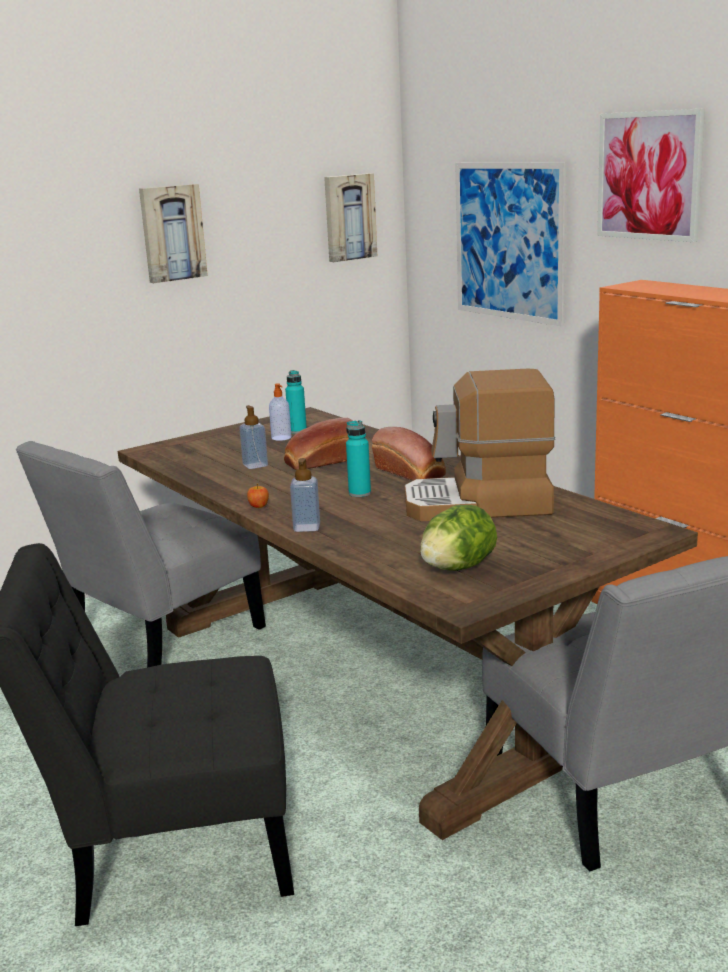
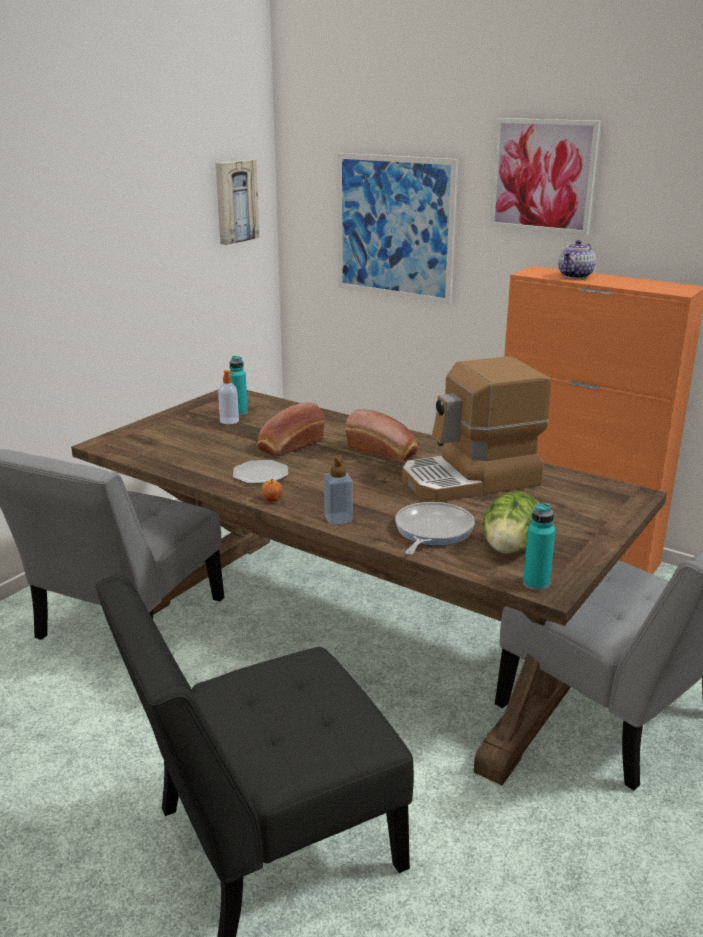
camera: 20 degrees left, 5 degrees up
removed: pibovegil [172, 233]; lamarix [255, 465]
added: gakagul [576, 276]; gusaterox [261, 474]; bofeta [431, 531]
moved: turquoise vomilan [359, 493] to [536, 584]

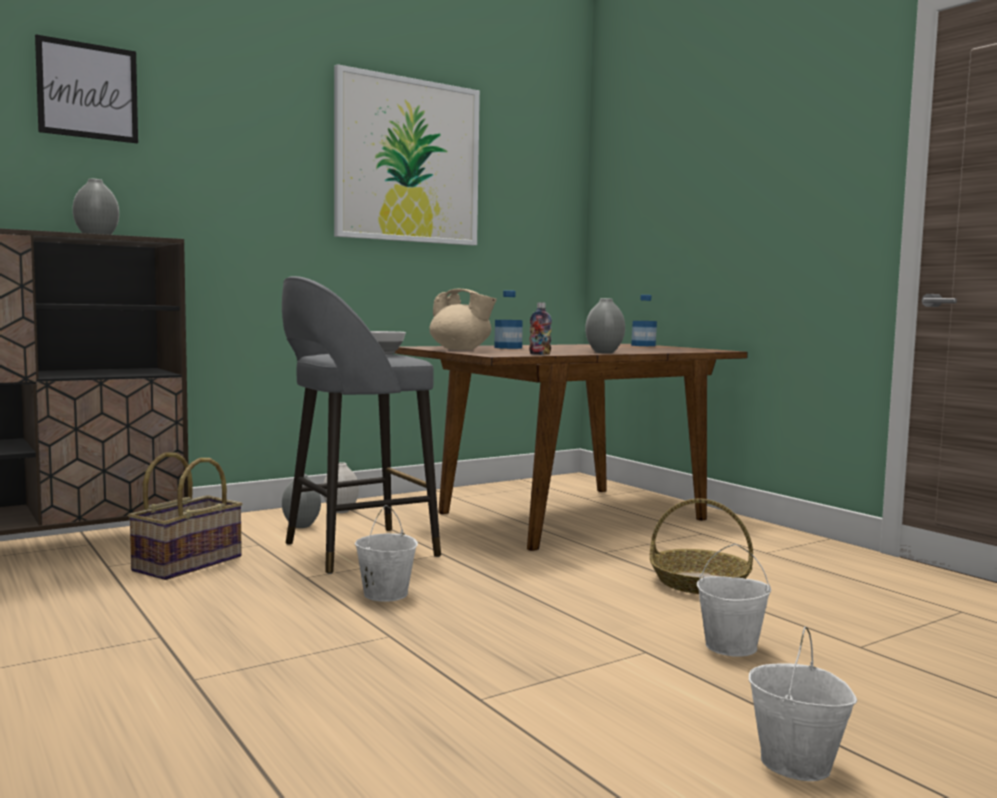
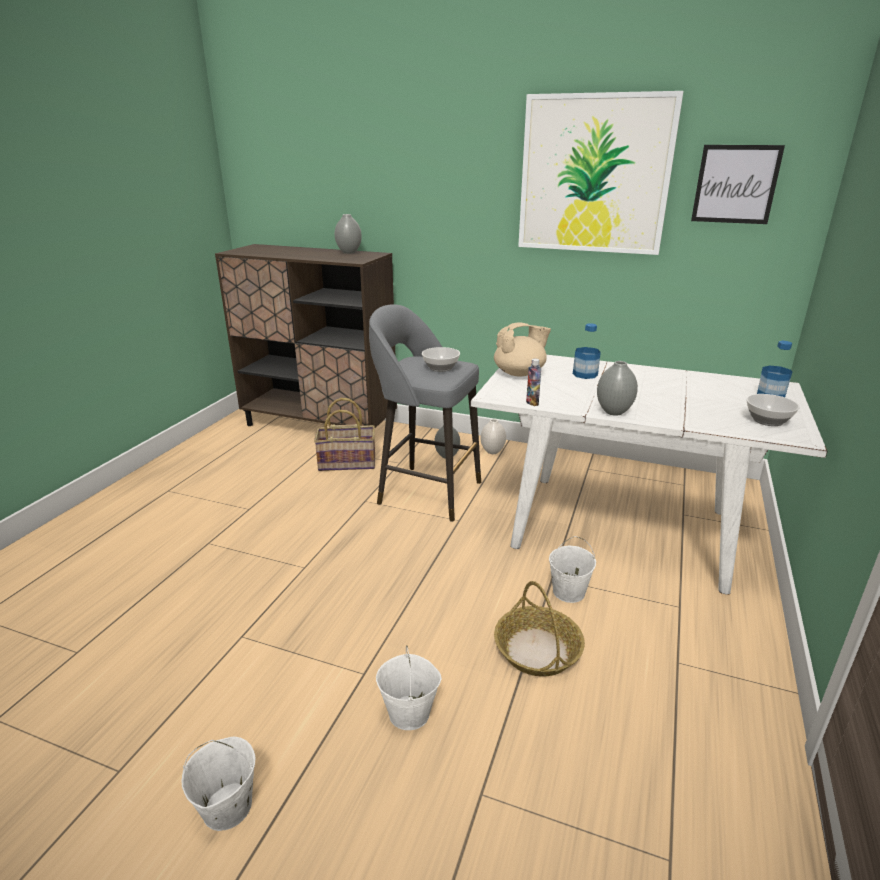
camera: 55 degrees right, 20 degrees up
added: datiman [767, 420]
moved: pibovegil [88, 91] to [735, 184]; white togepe [385, 594] to [568, 591]
recoloured: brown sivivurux [570, 516] to white sivivurux [619, 528]
turned: beige gakagul [461, 350] = [520, 373] 105 degrees counterclockwise

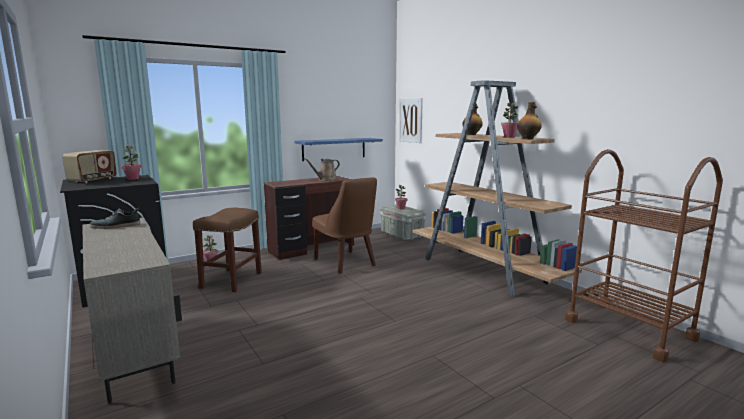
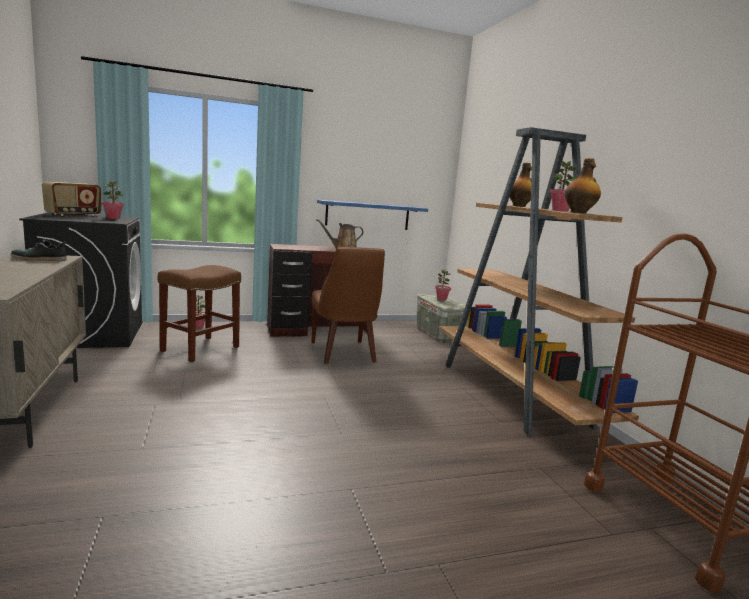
camera: 15 degrees right, 0 degrees up
removed: pibovegil [410, 120]

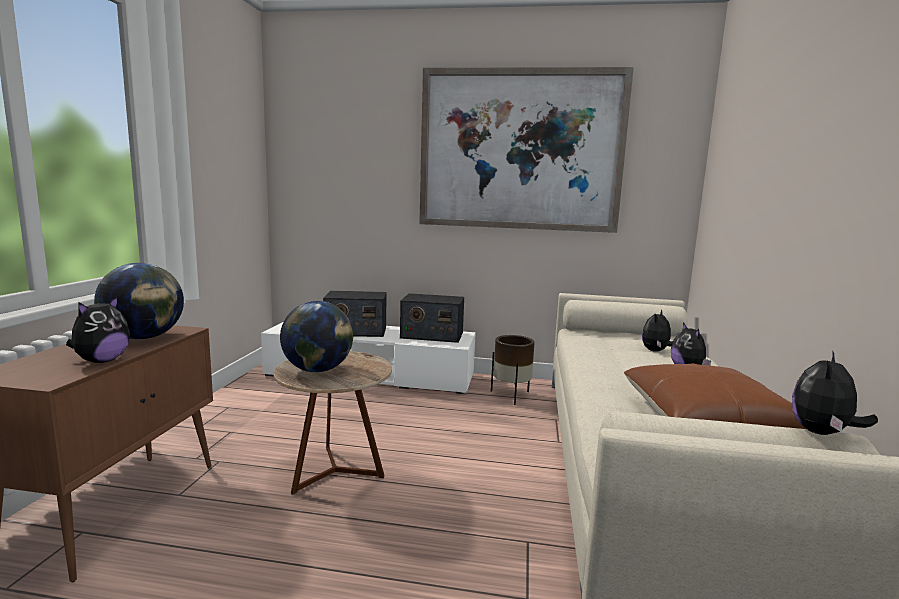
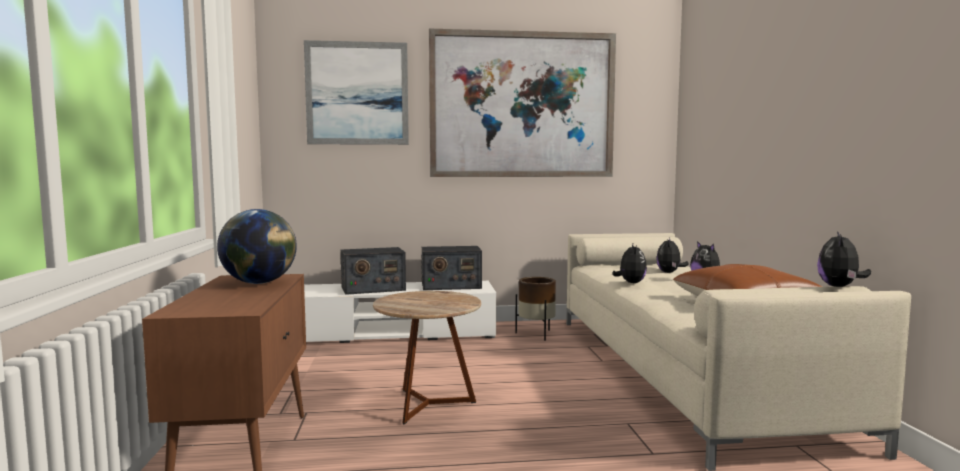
camera: 15 degrees left, 5 degrees down
removed: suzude [318, 370]
added: pibovegil [357, 93]
moved: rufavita [102, 361] to [630, 283]

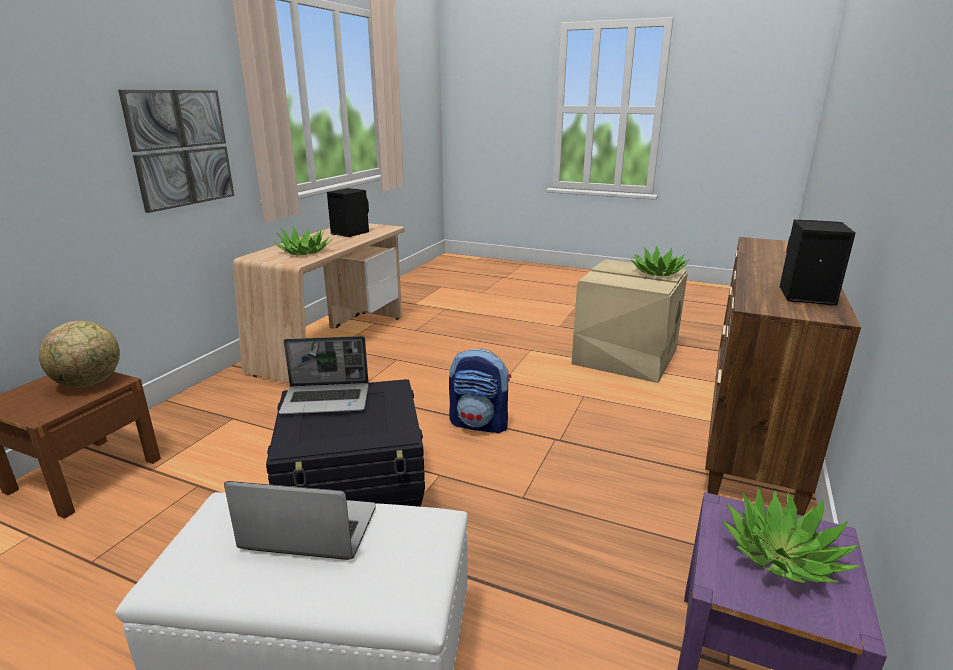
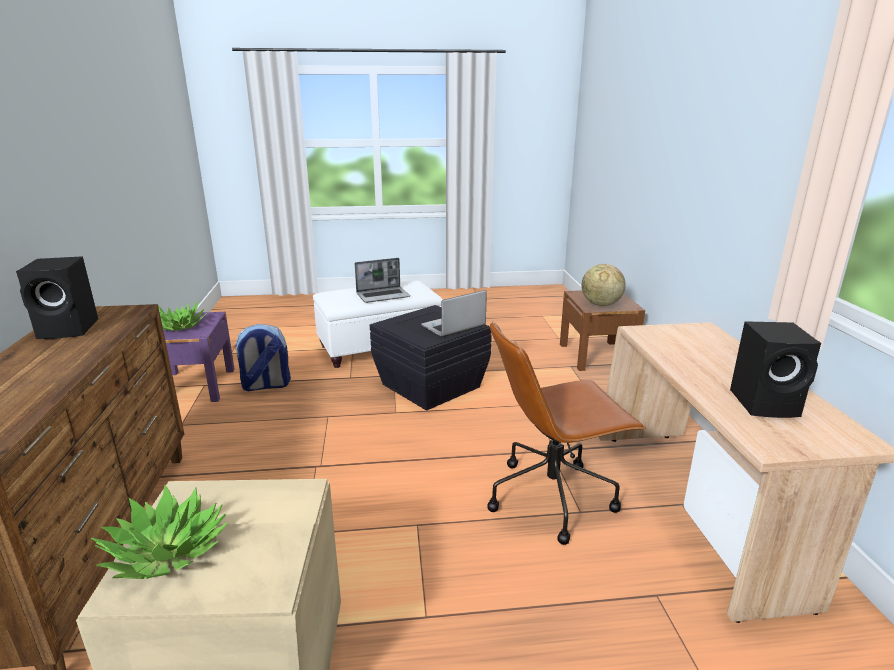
camera: 150 degrees right, 0 degrees up
removed: pibovegil [181, 148]; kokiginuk [304, 252]
added: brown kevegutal [553, 497]
moved: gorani [480, 424] to [265, 386]

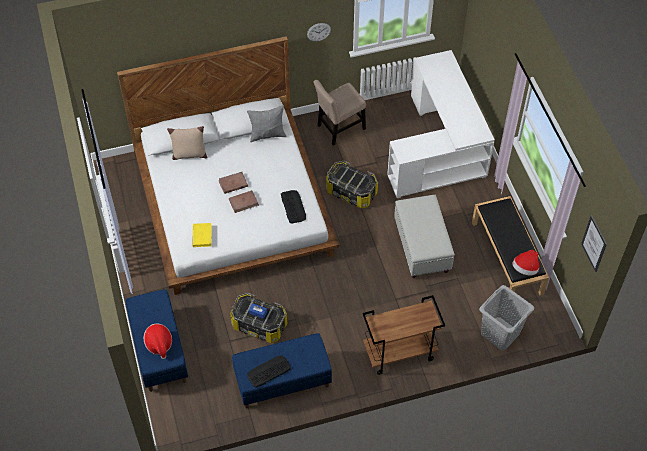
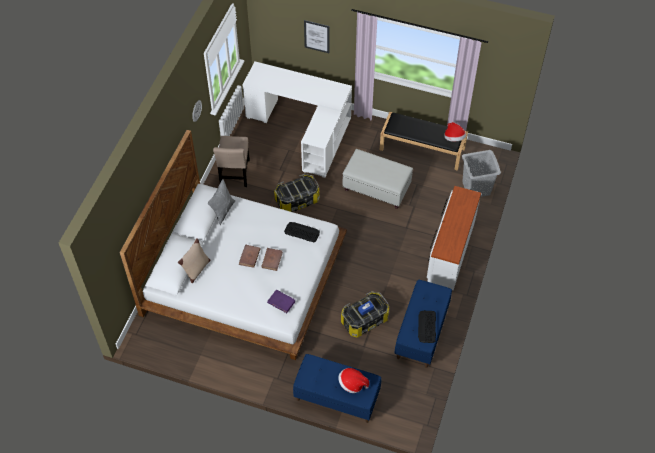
camera: 55 degrees left, 0 degrees up
moved: pibovegil [594, 243] to [316, 36]
replaced: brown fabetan [399, 353] to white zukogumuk [450, 251]
recoloured: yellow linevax [202, 236] to purple linevax [281, 302]

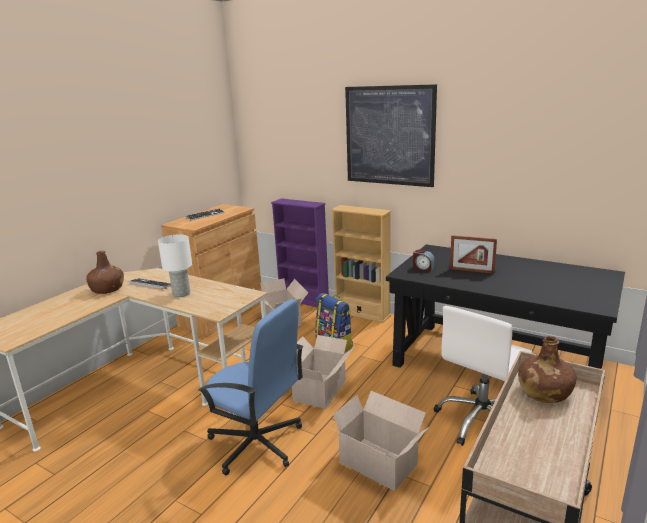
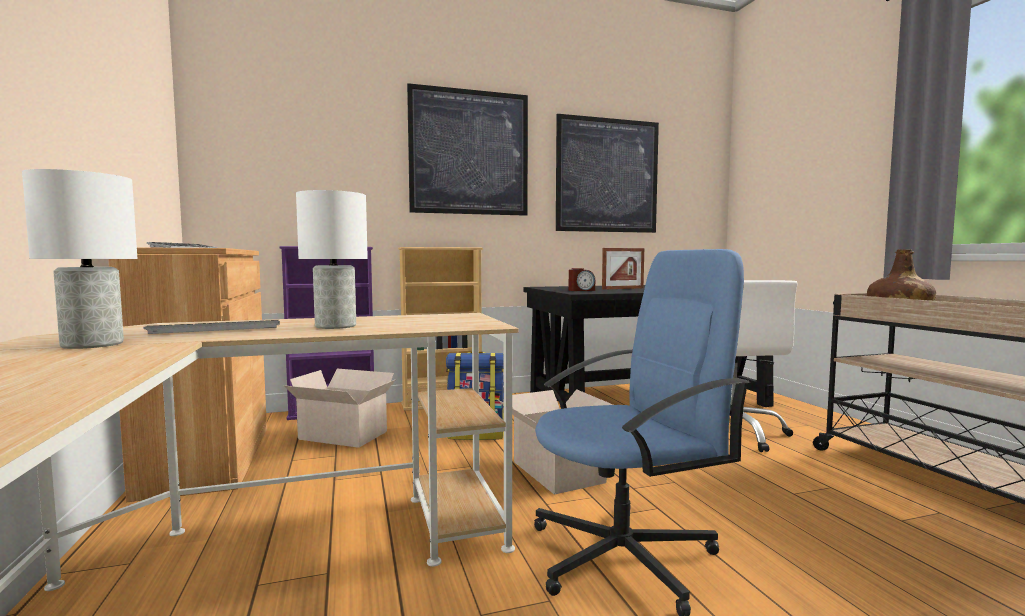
camera: 50 degrees left, 15 degrees down
removed: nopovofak [380, 464]
added: pibovegil [607, 176]
replaced: brown vomilan [107, 289] to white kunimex [94, 344]

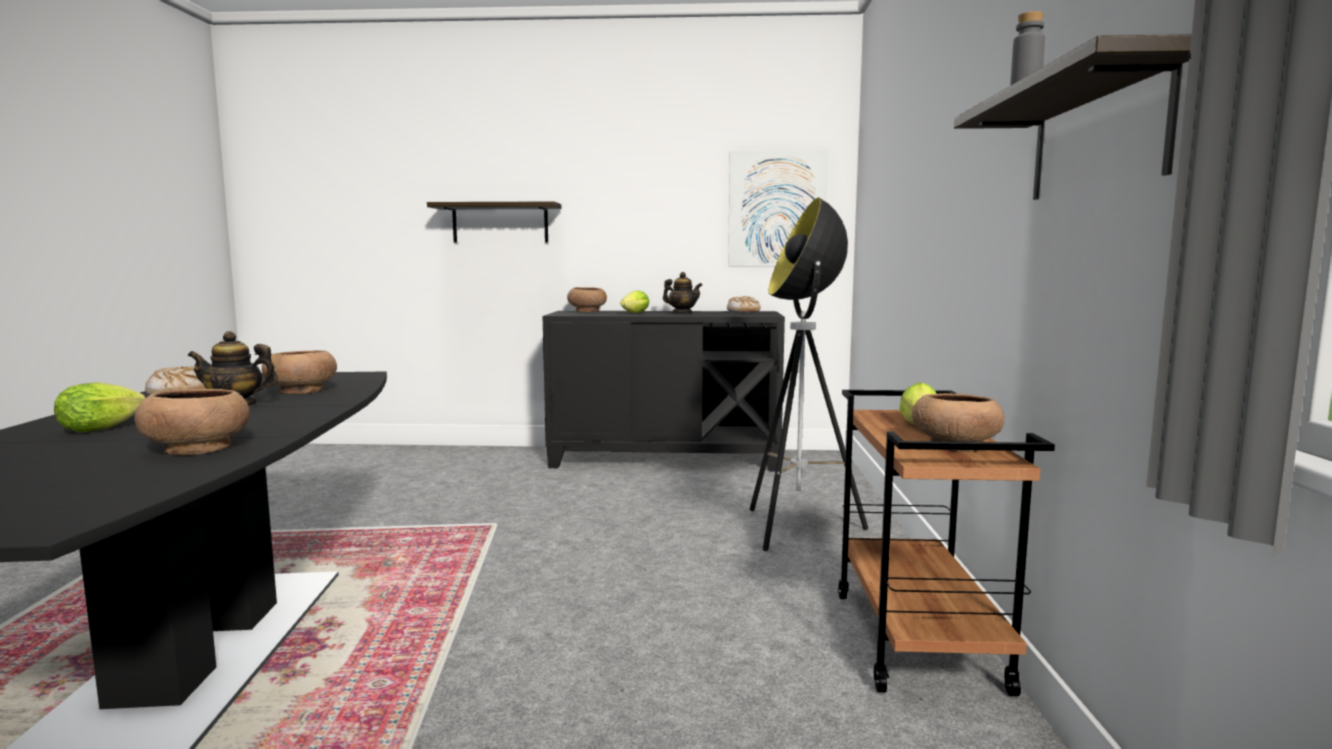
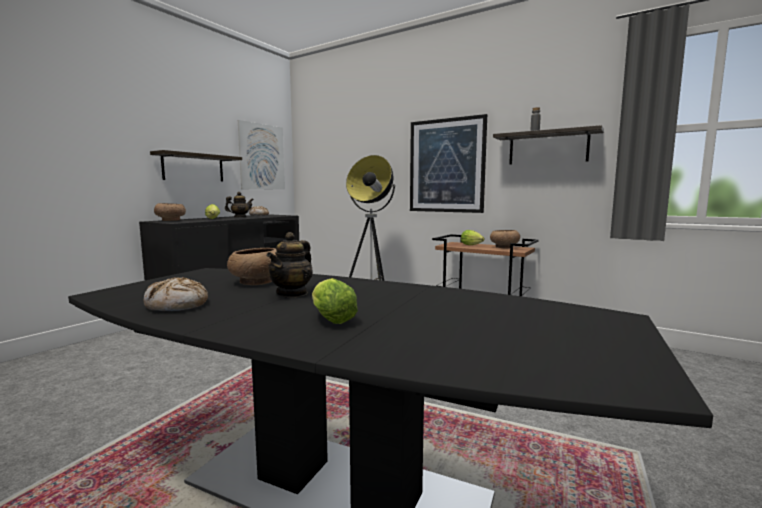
camera: 60 degrees left, 0 degrees up
removed: brown datiman [198, 448]
added: pibovegil [446, 166]
moved: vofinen [500, 223] to [193, 167]

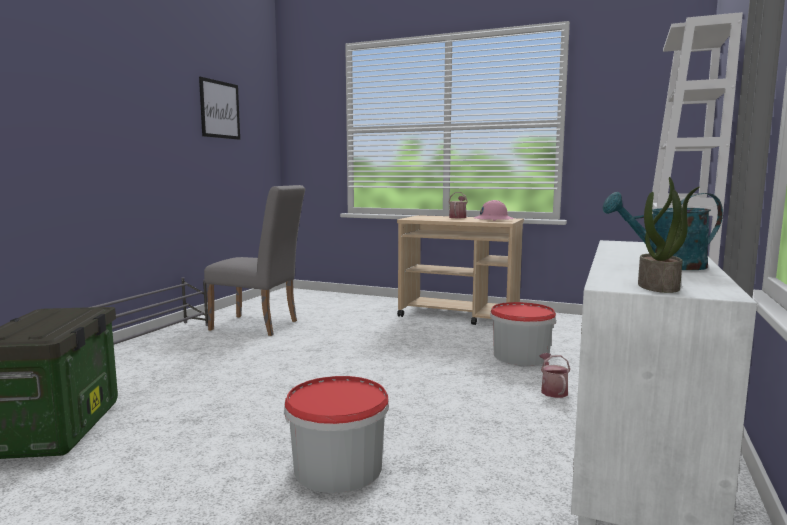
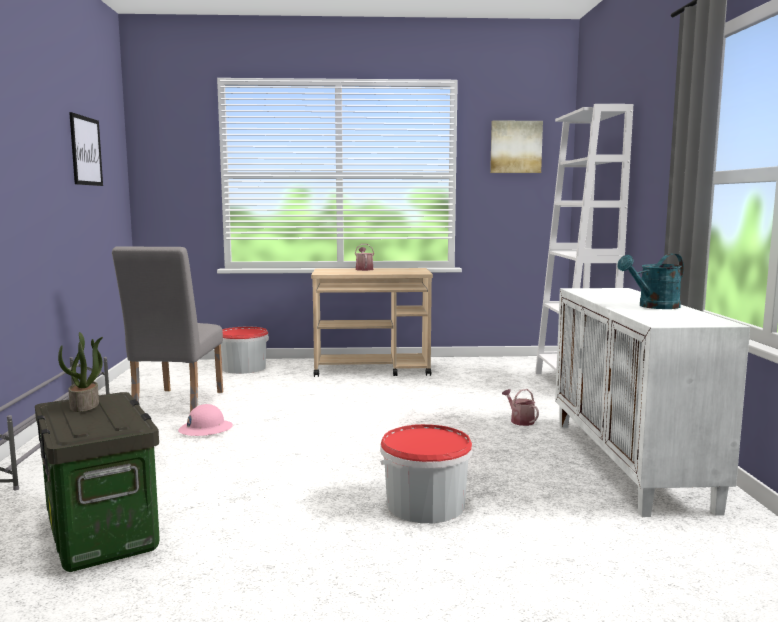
camera: 25 degrees left, 0 degrees up
added: pibovegil [515, 147]
moved: kokiginuk [659, 287] to [85, 406]; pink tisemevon [493, 219] to [205, 429]; togepe [521, 356] to [244, 368]
turned: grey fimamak [260, 326] = [175, 404] 105 degrees clockwise

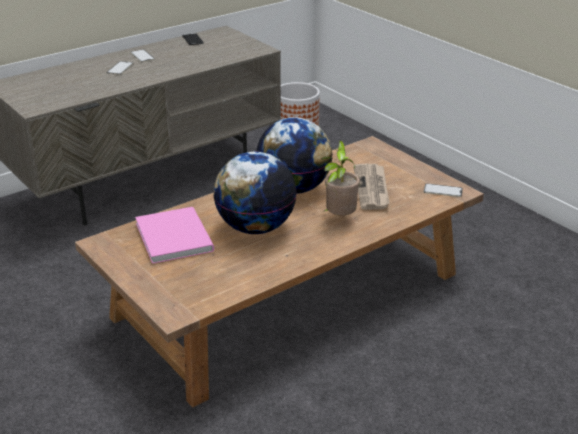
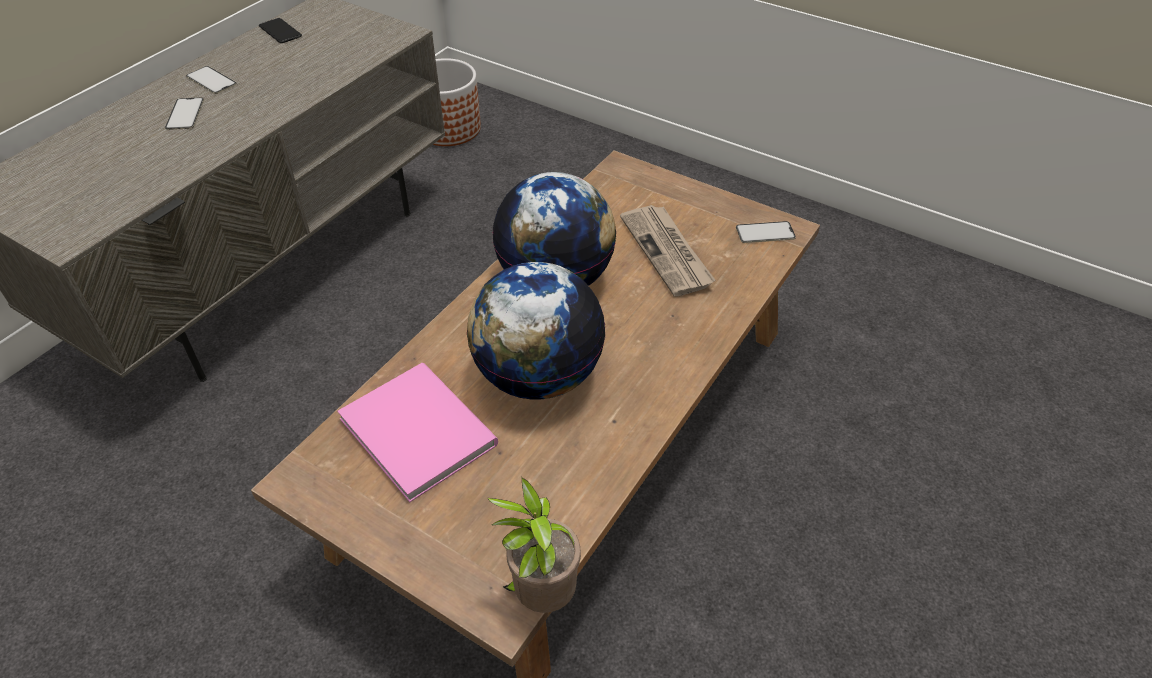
camera: 20 degrees left, 15 degrees up
moved: kokiginuk [339, 218] to [541, 595]

